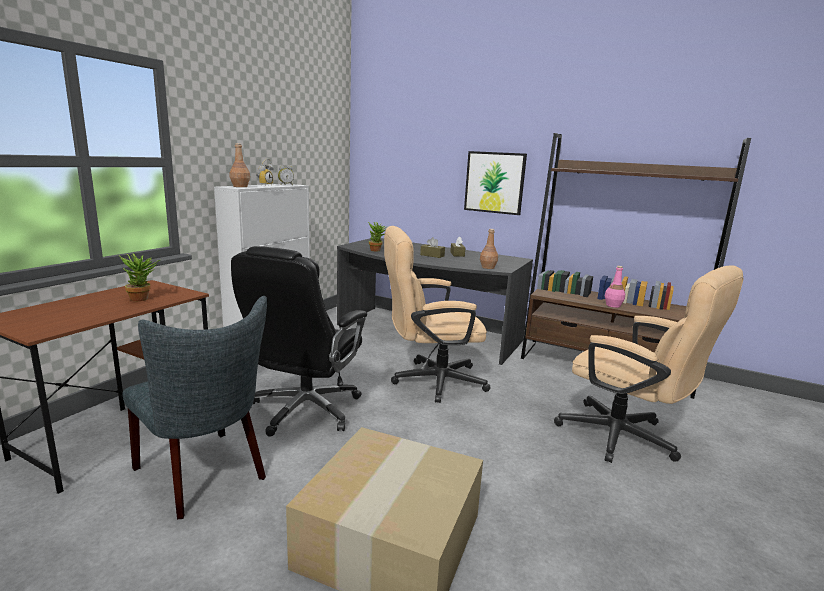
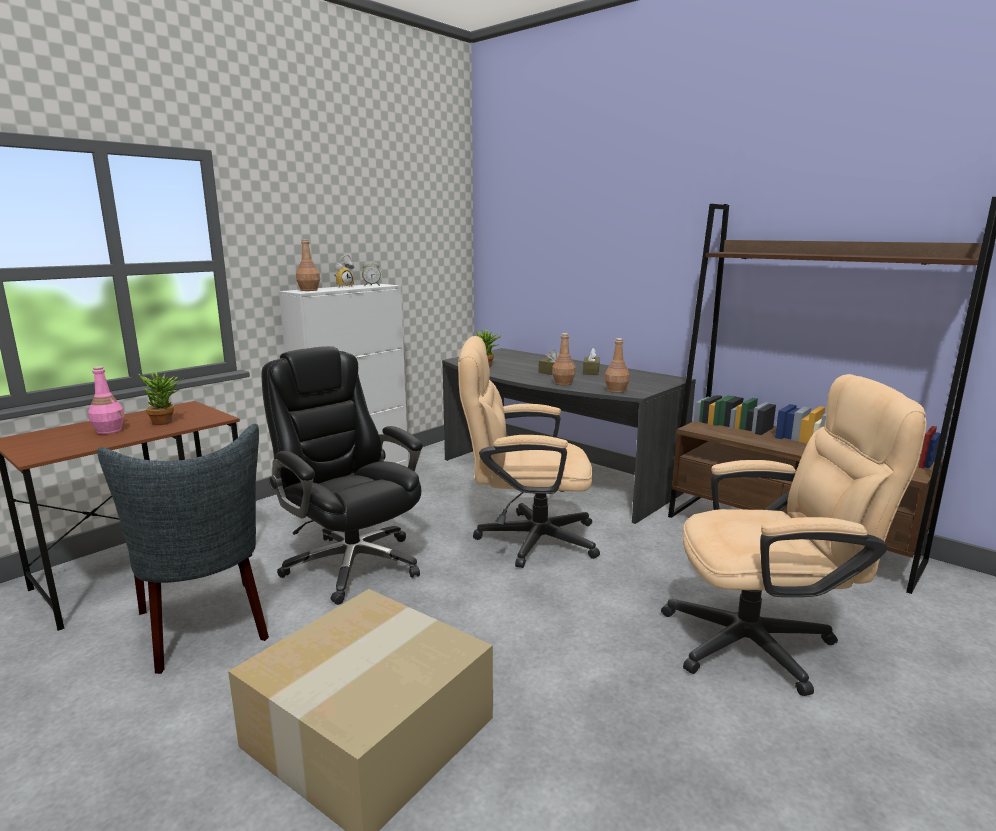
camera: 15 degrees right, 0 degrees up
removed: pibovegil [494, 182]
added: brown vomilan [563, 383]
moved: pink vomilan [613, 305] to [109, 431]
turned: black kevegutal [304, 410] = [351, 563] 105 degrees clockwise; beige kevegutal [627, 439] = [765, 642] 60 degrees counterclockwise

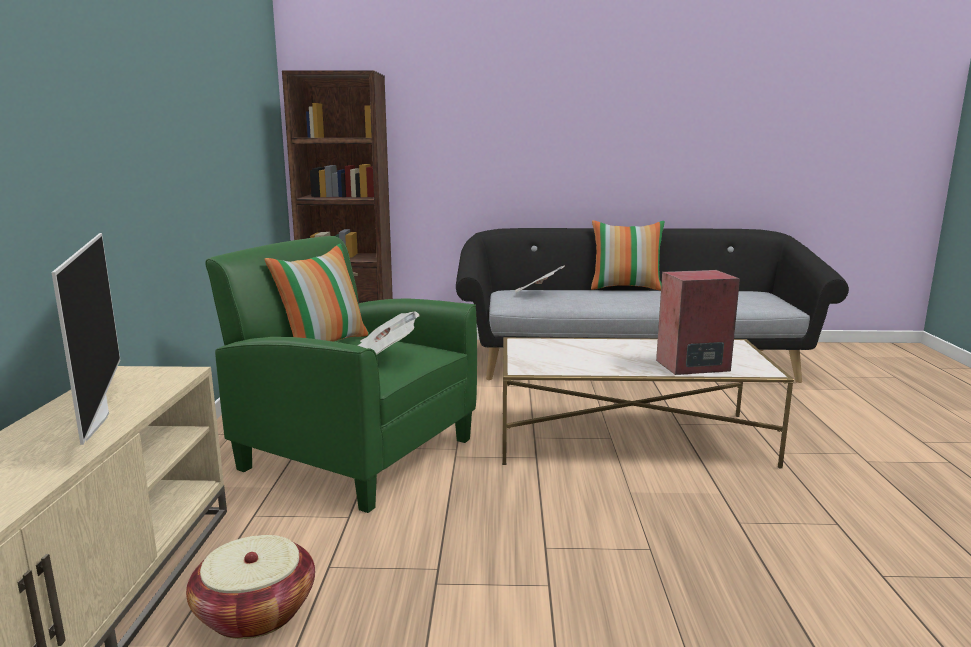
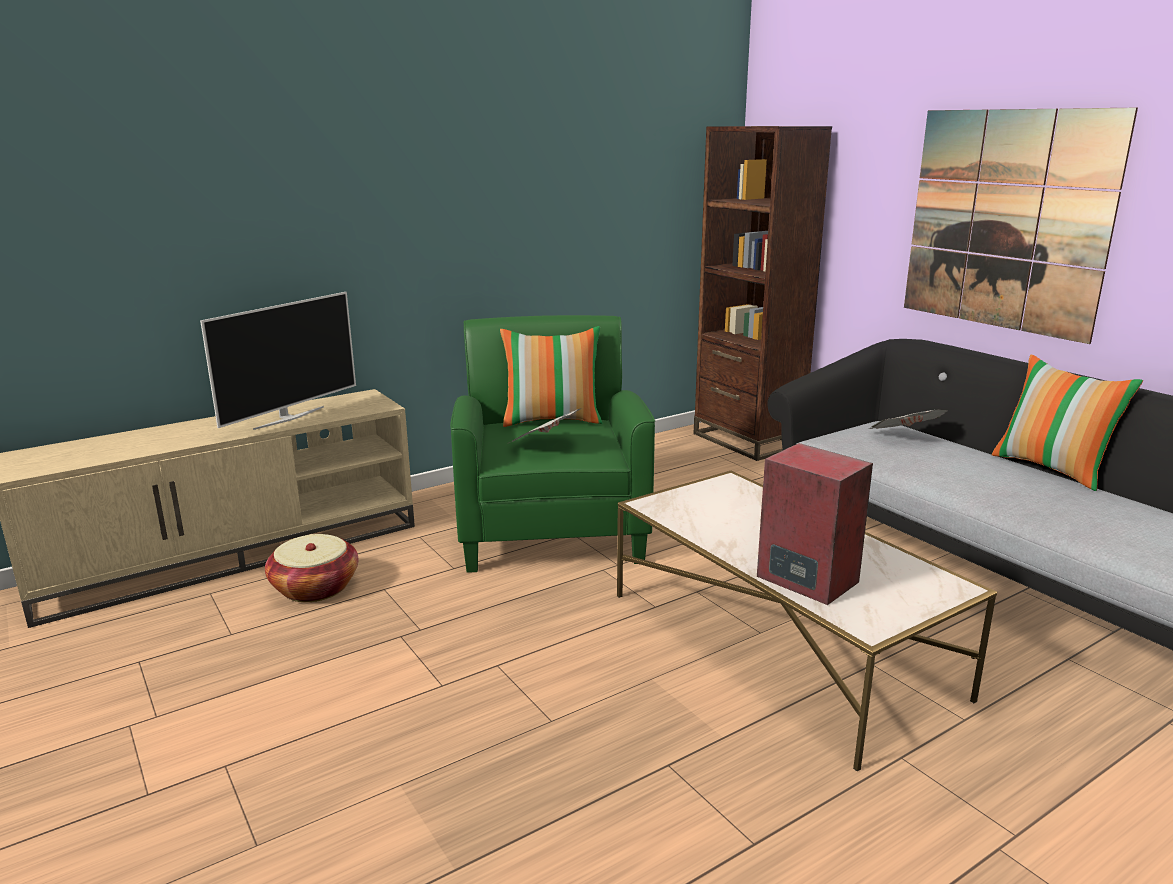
camera: 55 degrees right, 5 degrees up
added: pibovegil [1006, 220]

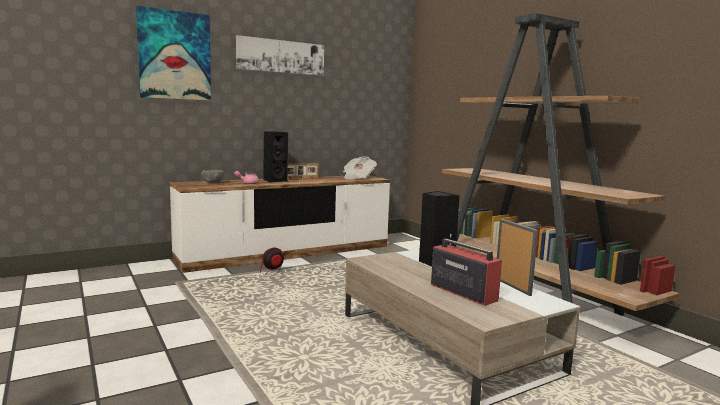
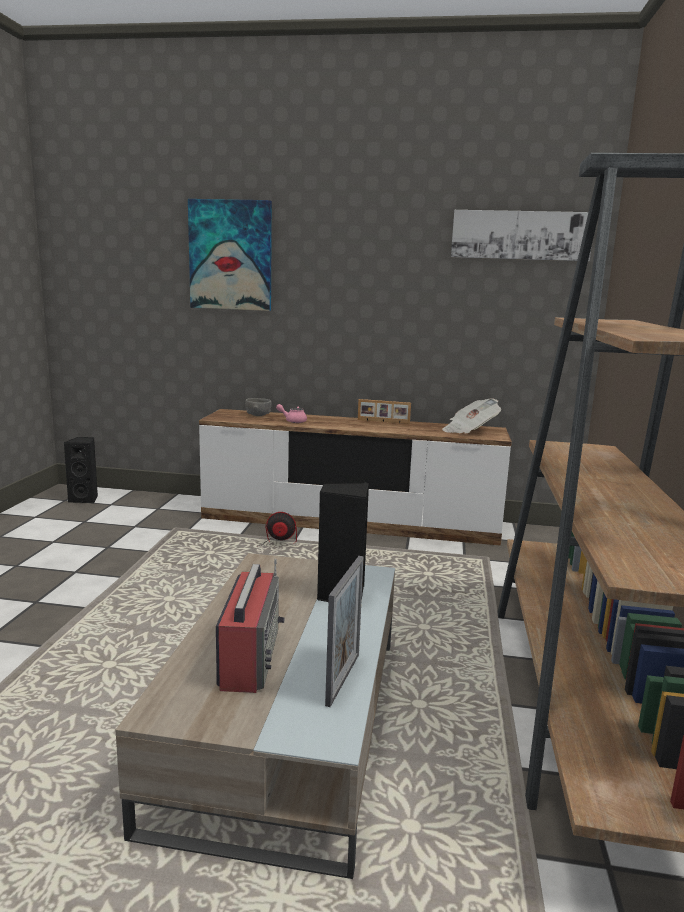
camera: 40 degrees right, 5 degrees up
moved: pibovegil [281, 56] to [520, 235]; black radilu [274, 180] to [85, 499]

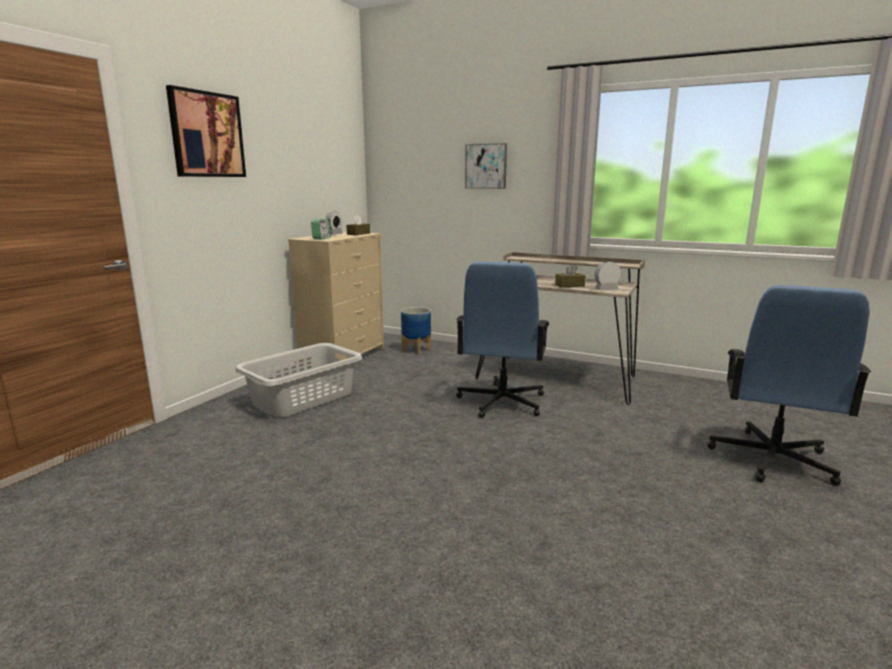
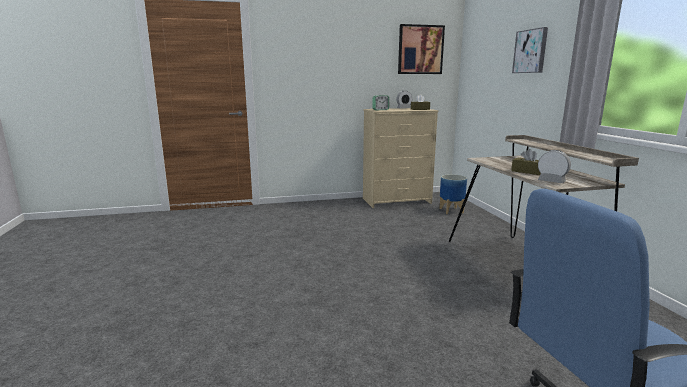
camera: 50 degrees right, 0 degrees up
removed: blue kevegutal [501, 402]; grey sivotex [302, 398]
moved: pibovegil [207, 135] to [420, 50]

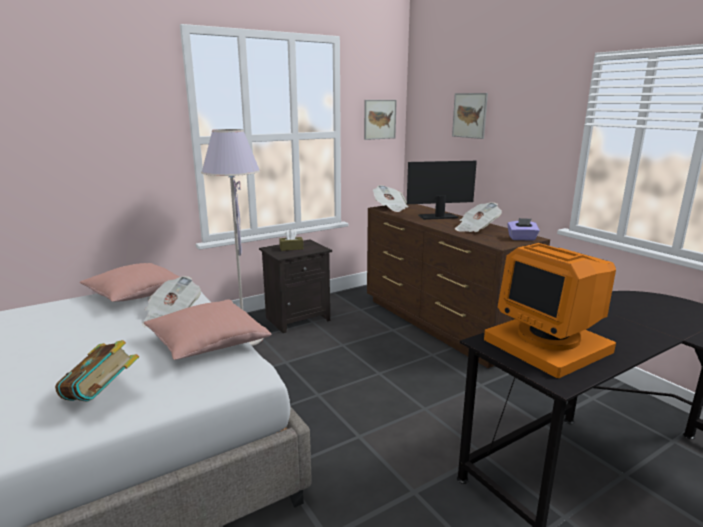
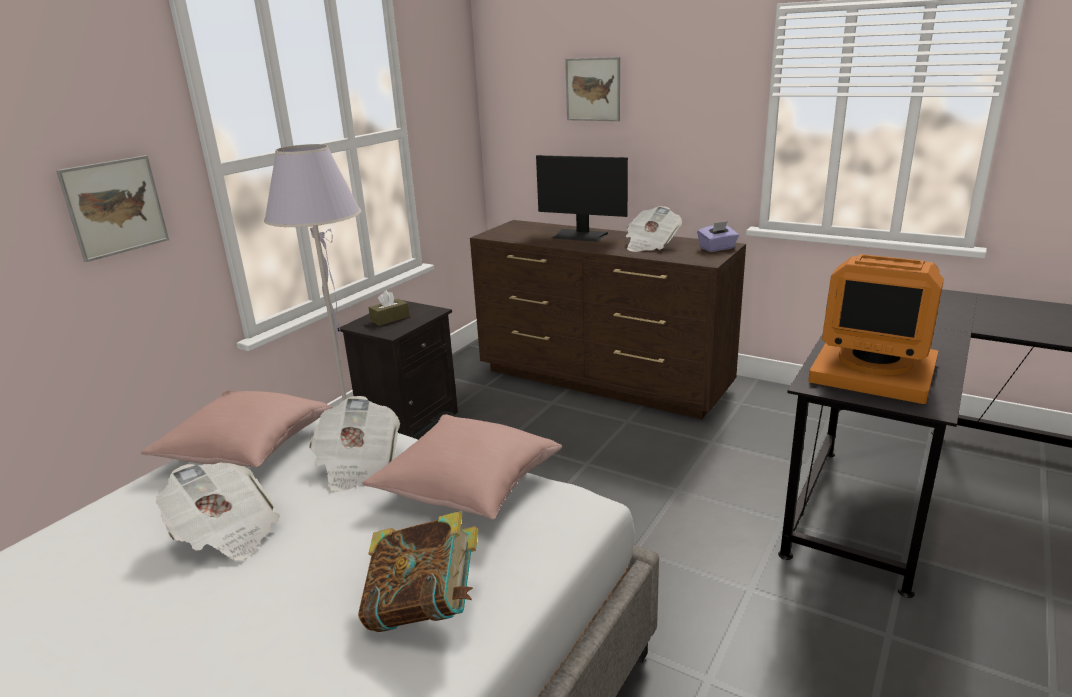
camera: 25 degrees left, 5 degrees up
moved: pibovegil [379, 119] to [115, 207]; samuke [390, 208] to [226, 533]
turned: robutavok [437, 216] = [580, 235] 120 degrees counterclockwise

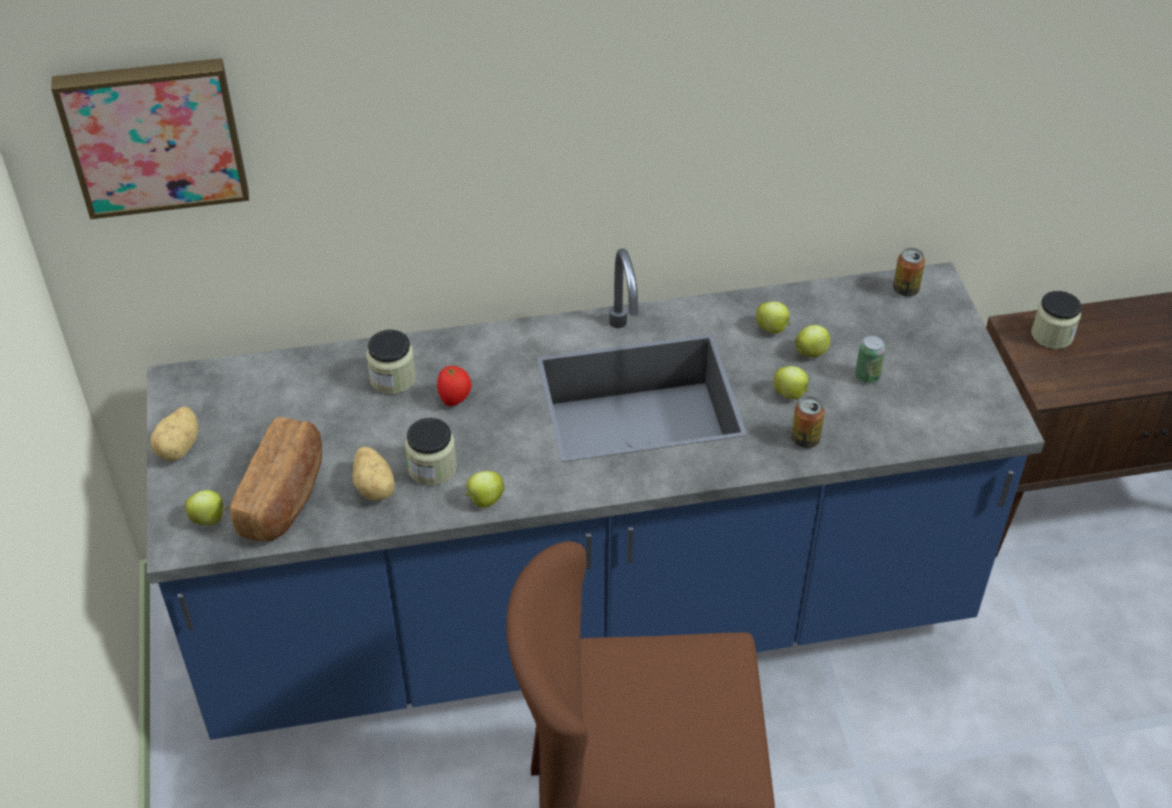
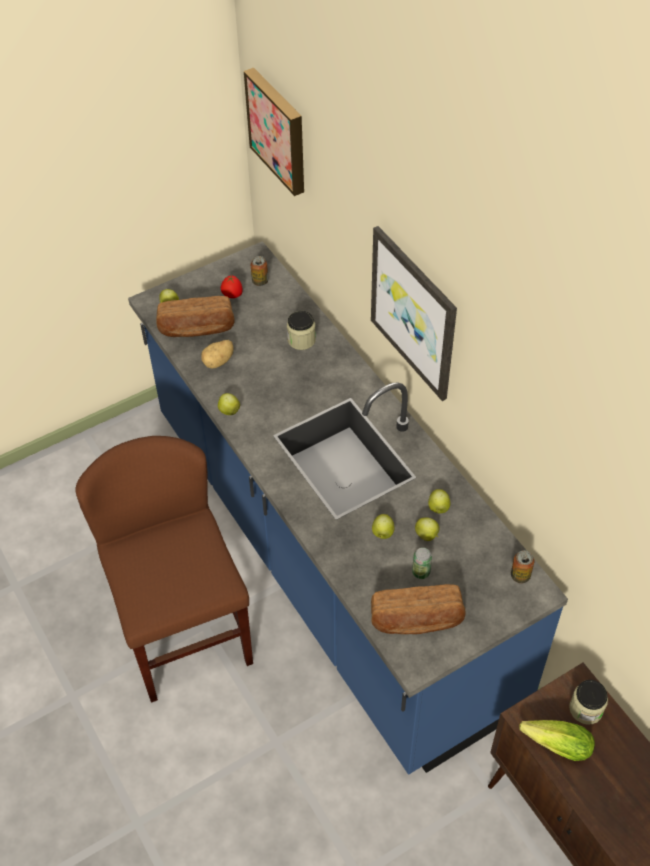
camera: 70 degrees right, 5 degrees up
removed: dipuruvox [180, 447]; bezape [432, 468]
added: pibovegil [414, 312]; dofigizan [416, 620]; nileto [553, 743]
moved: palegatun [455, 399] to [232, 296]; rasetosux [805, 439] to [260, 281]

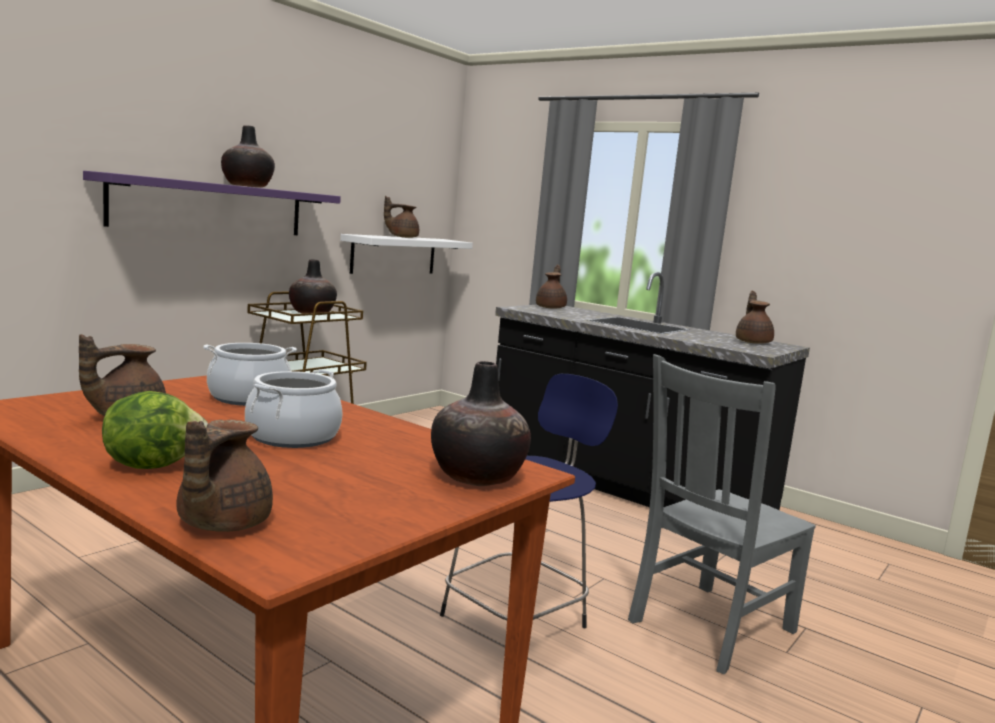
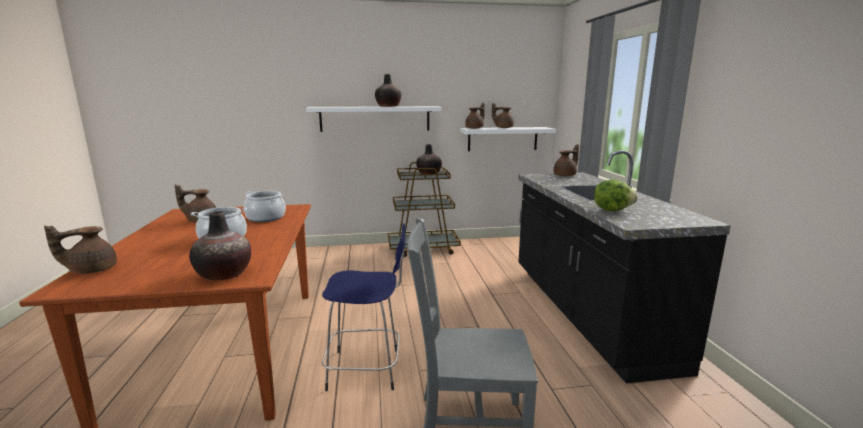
camera: 45 degrees right, 5 degrees up
moved: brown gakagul [753, 342] to [475, 128]; nileto [152, 464] to [612, 210]
recoloured: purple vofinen [211, 207] to white vofinen [375, 118]

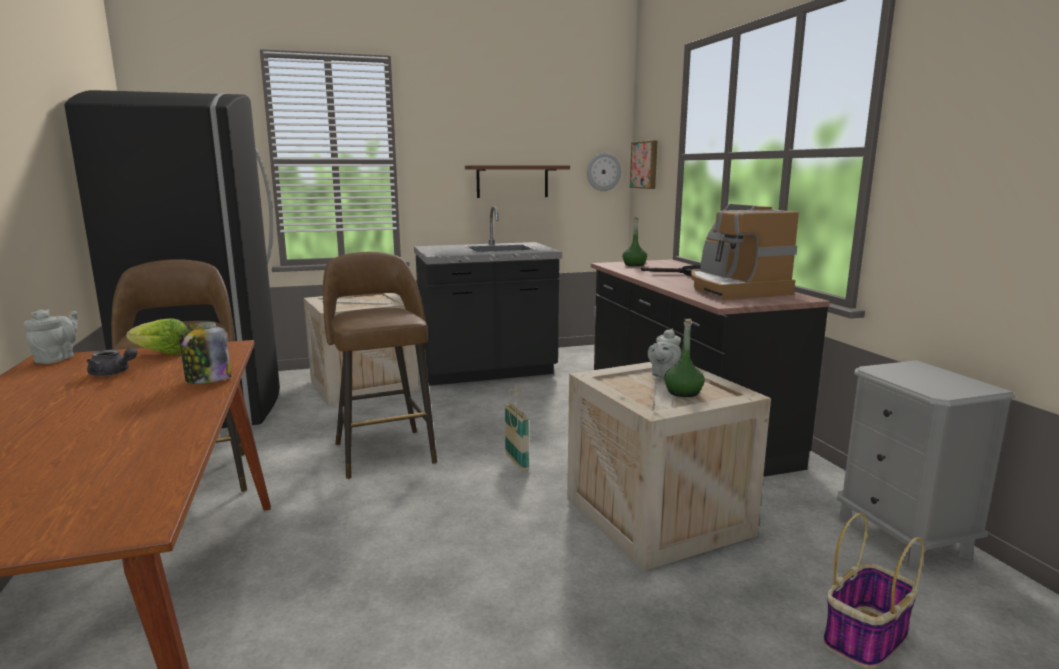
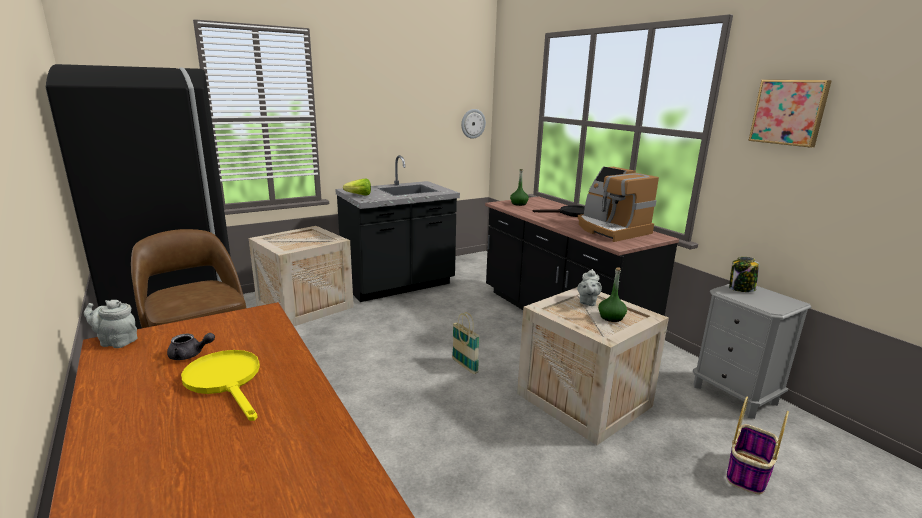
camera: 15 degrees left, 5 degrees up
removed: brown vofinen [512, 181]; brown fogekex [384, 451]
added: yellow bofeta [226, 381]
moved: pibovegil [645, 165] to [789, 112]; nileto [158, 353] to [357, 195]; bezape [207, 380] to [741, 289]
turned: grey gakagul [57, 359] = [116, 342] 75 degrees counterclockwise

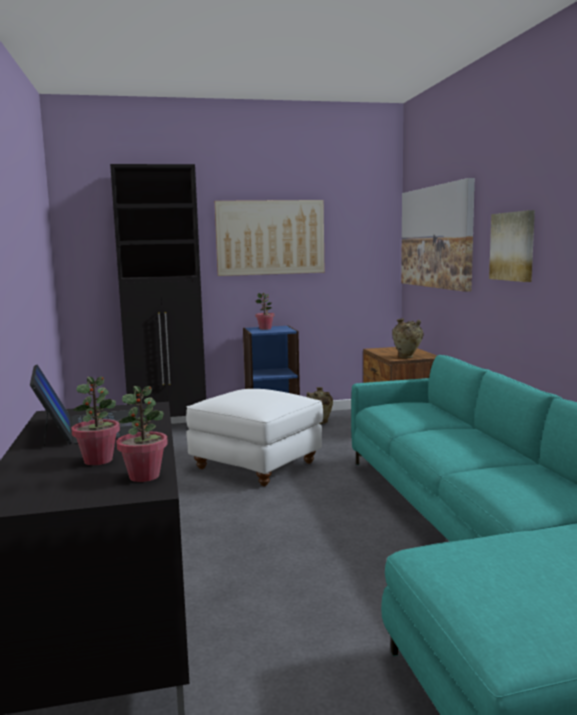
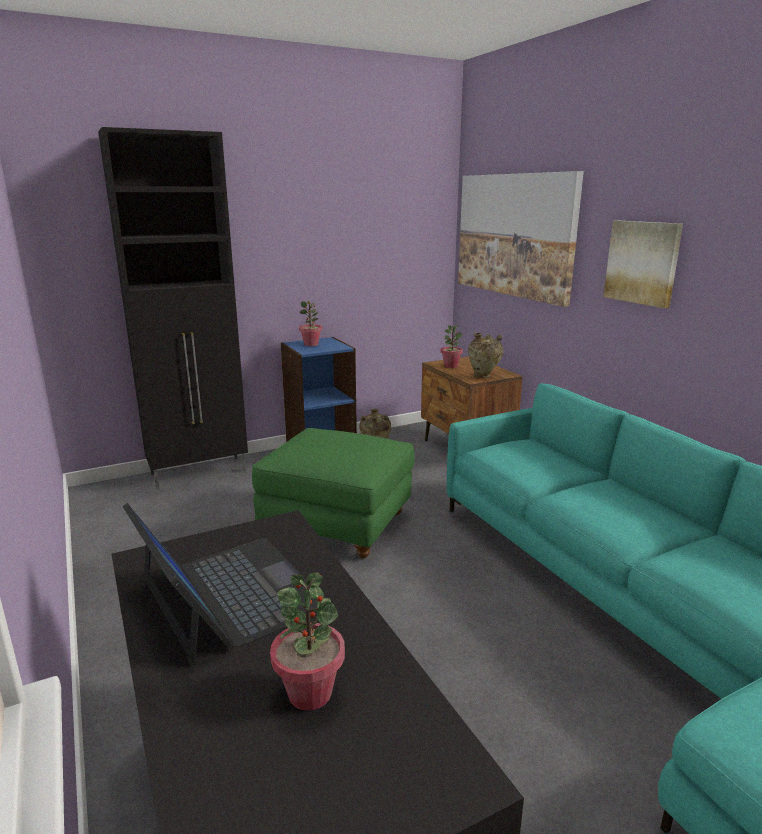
camera: 15 degrees left, 10 degrees up
removed: pibovegil [270, 237]
moved: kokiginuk [144, 476] to [451, 366]
recoloured: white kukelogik [256, 466] to green kukelogik [337, 525]

